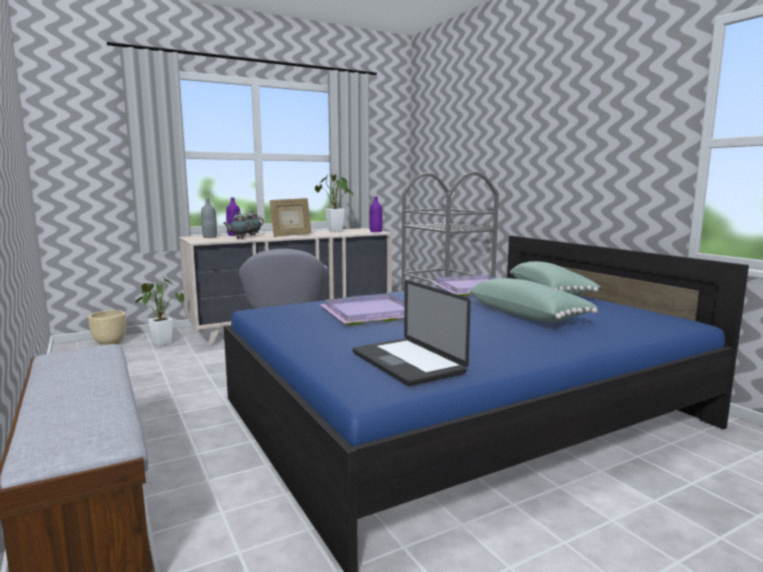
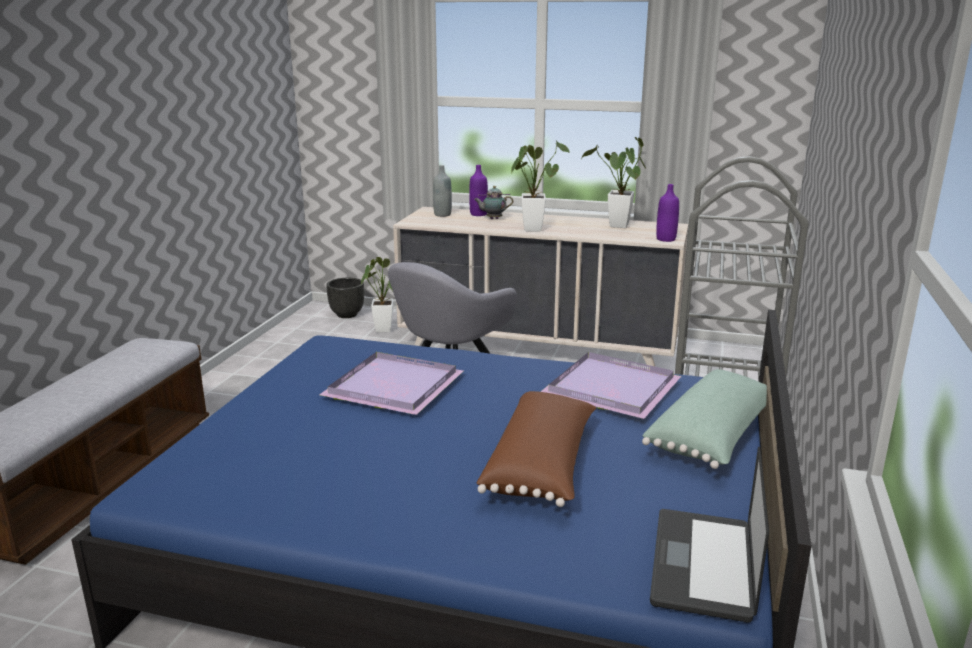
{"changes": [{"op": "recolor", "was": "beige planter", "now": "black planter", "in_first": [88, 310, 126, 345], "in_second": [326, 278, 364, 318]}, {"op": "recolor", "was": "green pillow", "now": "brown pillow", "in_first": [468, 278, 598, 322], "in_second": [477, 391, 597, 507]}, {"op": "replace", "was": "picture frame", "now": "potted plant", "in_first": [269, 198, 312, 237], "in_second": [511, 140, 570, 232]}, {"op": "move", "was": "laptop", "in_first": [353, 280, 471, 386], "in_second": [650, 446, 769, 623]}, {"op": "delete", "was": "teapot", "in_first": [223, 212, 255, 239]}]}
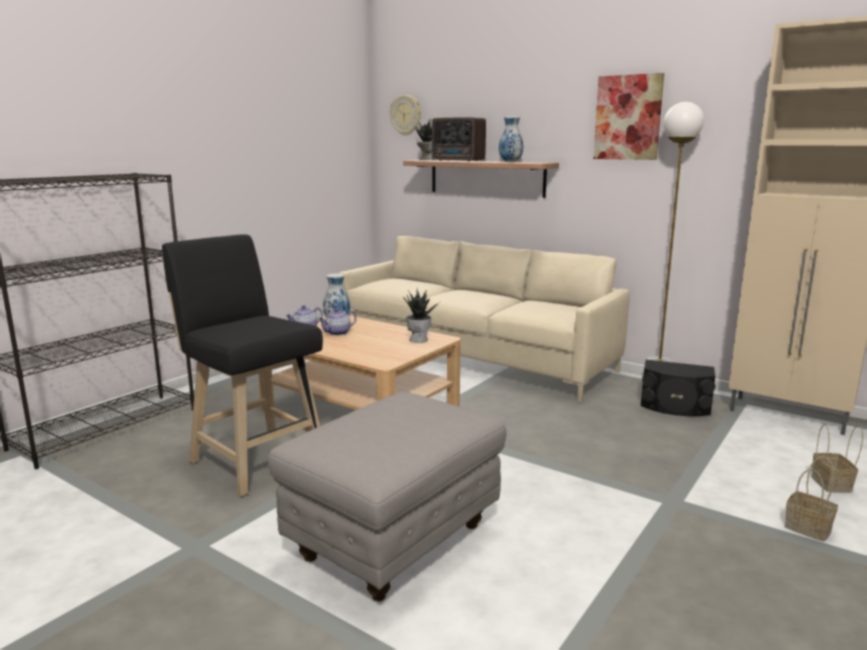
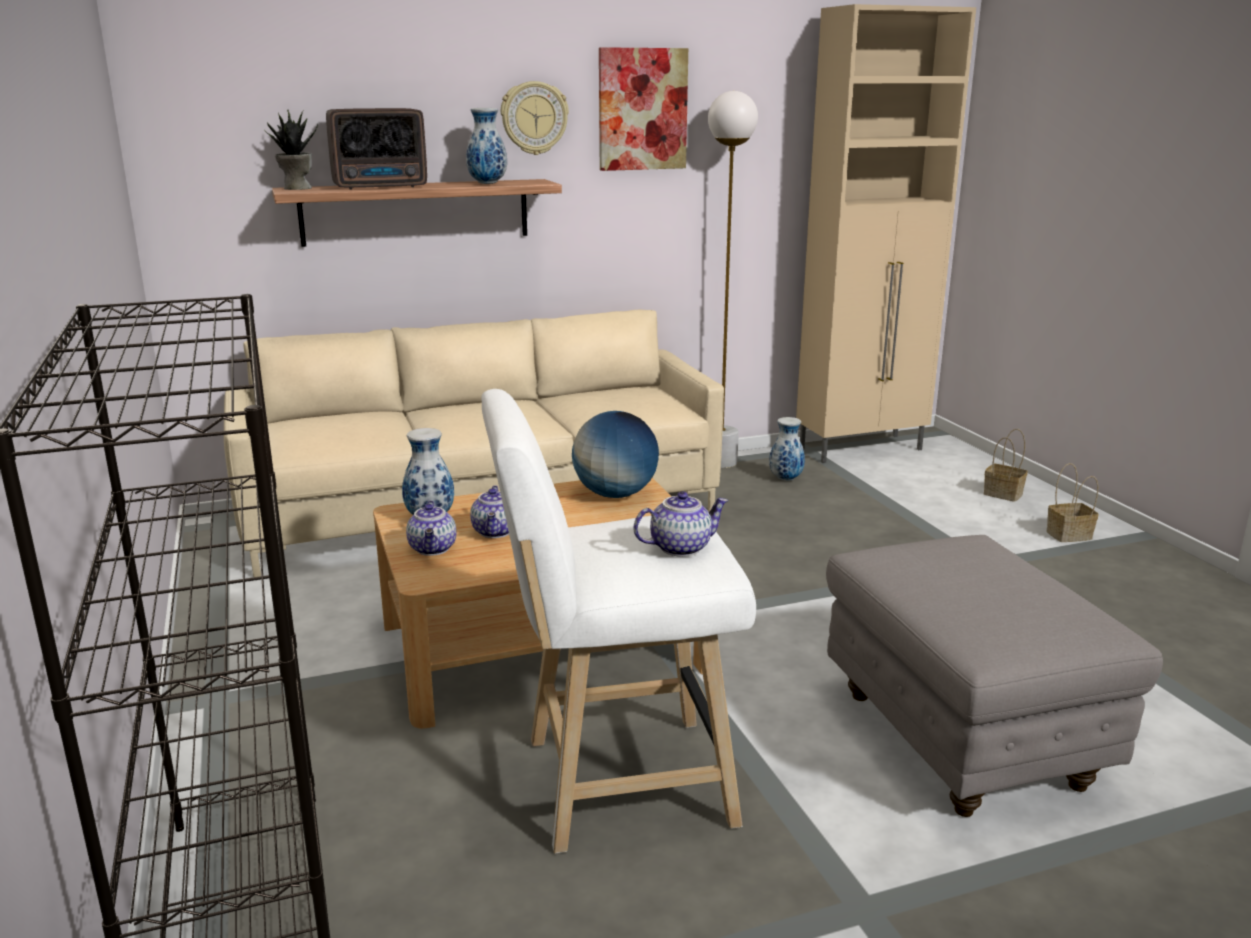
{"changes": [{"op": "recolor", "was": "black stool", "now": "white stool", "in_first": [162, 234, 323, 497], "in_second": [481, 389, 756, 854]}, {"op": "move", "was": "wall clock", "in_first": [390, 95, 421, 135], "in_second": [501, 81, 569, 155]}, {"op": "replace", "was": "potted plant", "now": "globe", "in_first": [403, 289, 440, 343], "in_second": [572, 411, 659, 498]}, {"op": "insert", "now": "teapot", "in_second": [634, 492, 729, 557]}, {"op": "replace", "was": "black speaker", "now": "vase", "in_first": [641, 360, 715, 416], "in_second": [769, 417, 805, 481]}]}
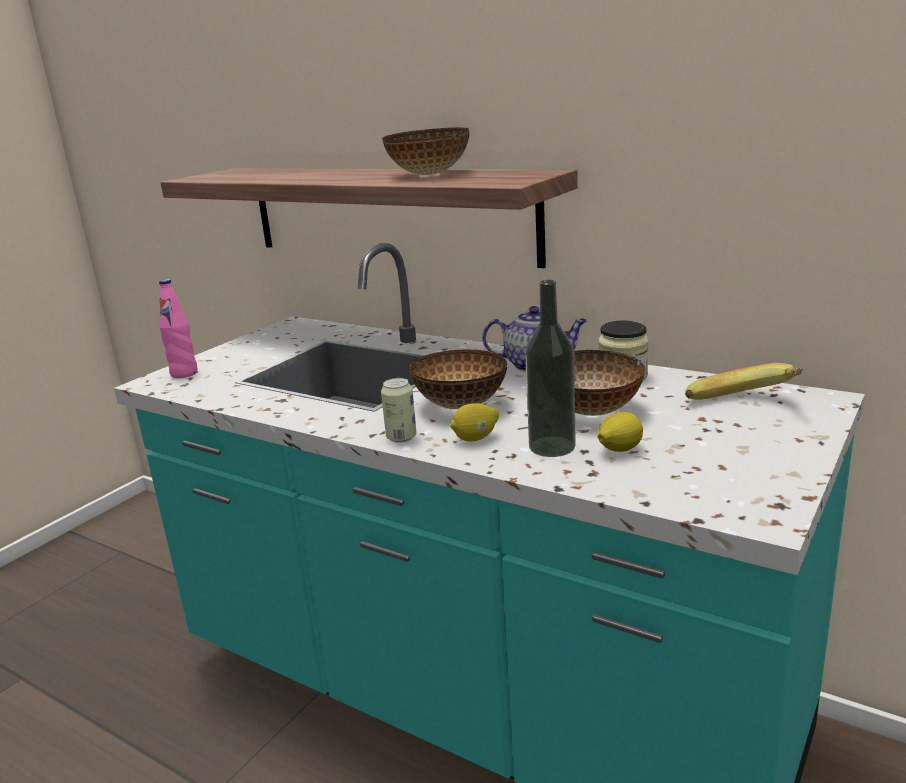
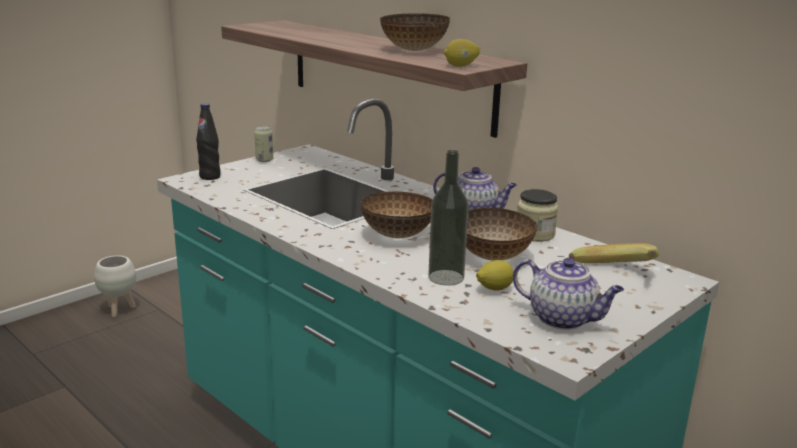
{"changes": [{"op": "insert", "now": "white planter", "in_second": [94, 255, 136, 317]}, {"op": "recolor", "was": "pink bottle", "now": "black bottle", "in_first": [159, 279, 197, 378], "in_second": [196, 103, 220, 180]}, {"op": "move", "was": "can", "in_first": [381, 378, 417, 442], "in_second": [254, 126, 273, 162]}, {"op": "move", "was": "lemon", "in_first": [450, 403, 499, 441], "in_second": [444, 39, 480, 67]}, {"op": "insert", "now": "teapot", "in_second": [513, 258, 624, 330]}]}
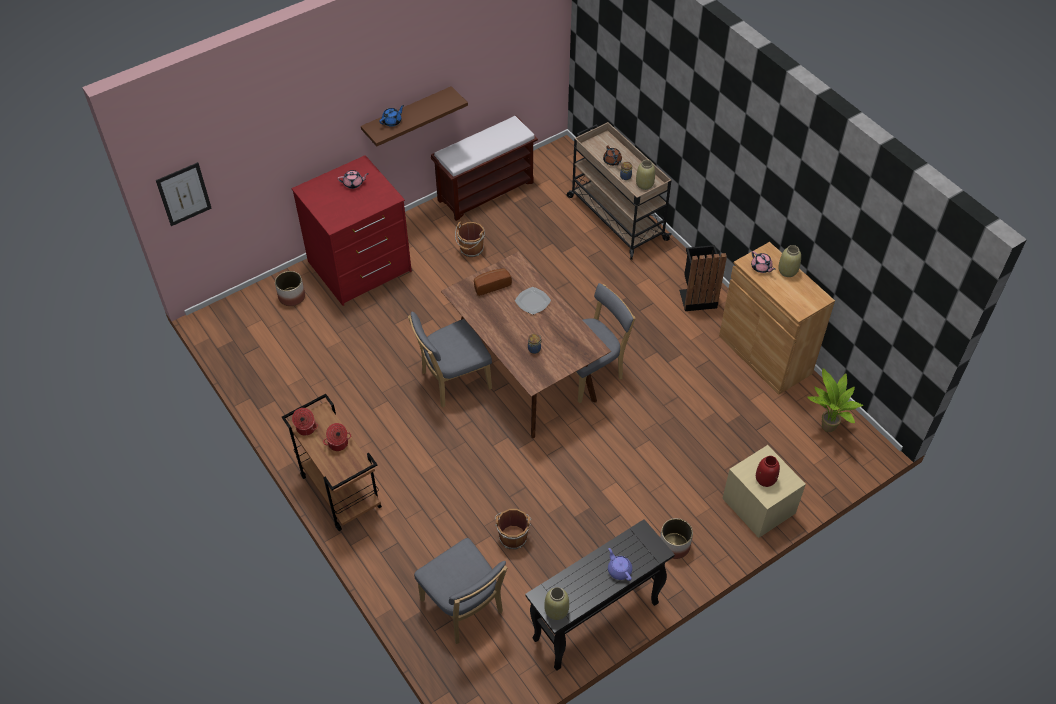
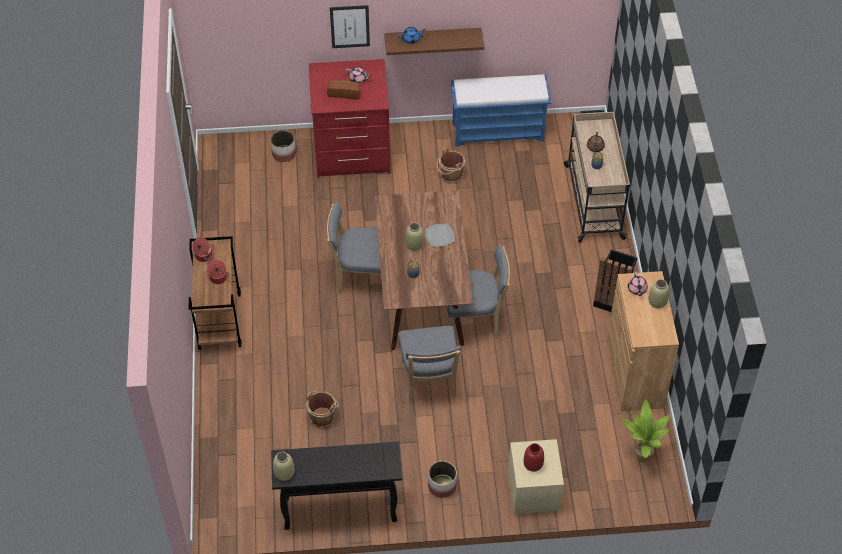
{"changes": [{"op": "move", "was": "bread", "in_first": [474, 269, 512, 296], "in_second": [327, 80, 360, 99]}, {"op": "move", "was": "picture", "in_first": [156, 162, 212, 226], "in_second": [330, 5, 370, 48]}, {"op": "move", "was": "grey chair", "in_first": [414, 538, 508, 644], "in_second": [399, 326, 461, 402]}, {"op": "move", "was": "beige vase", "in_first": [636, 160, 655, 190], "in_second": [405, 222, 424, 251]}, {"op": "recolor", "was": "brown bench", "now": "blue bench", "in_first": [431, 116, 538, 221], "in_second": [451, 74, 551, 147]}, {"op": "delete", "was": "purple teapot", "in_first": [608, 548, 632, 581]}]}
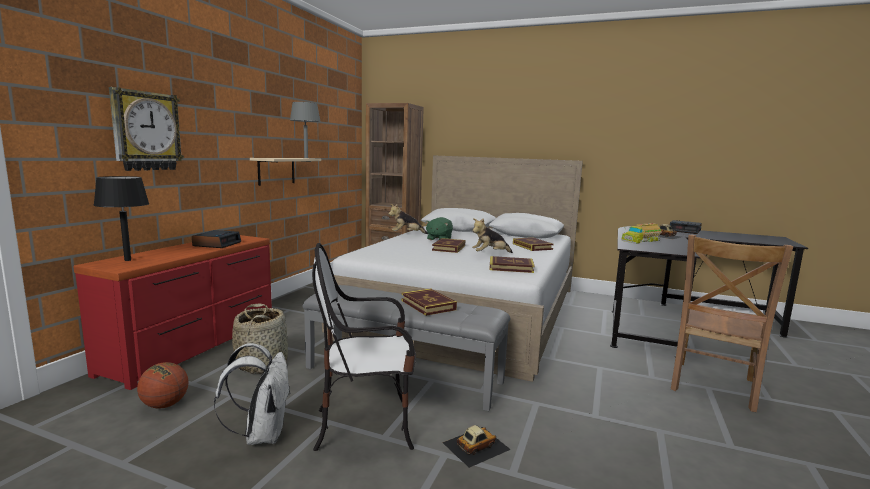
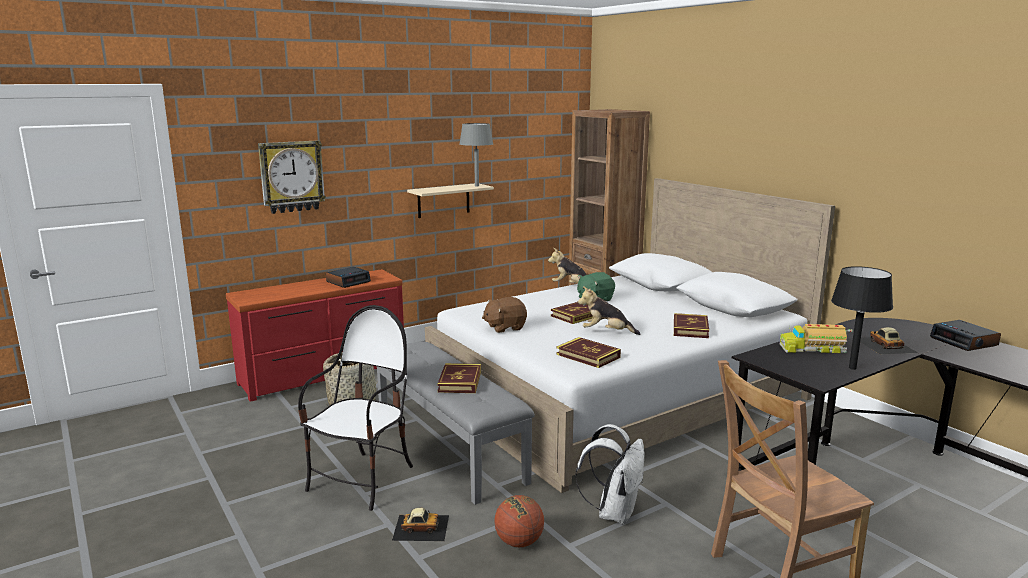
{"changes": [{"op": "rotate", "was": "chair", "in_first": [312, 243, 416, 451], "in_second": [298, 305, 413, 511], "clockwise": 90}, {"op": "insert", "now": "brown plush toy", "in_second": [482, 297, 527, 333]}, {"op": "move", "was": "basketball", "in_first": [137, 362, 188, 408], "in_second": [494, 495, 544, 547]}, {"op": "move", "was": "white backpack", "in_first": [214, 343, 291, 445], "in_second": [575, 424, 645, 525]}, {"op": "move", "was": "black table lamp", "in_first": [93, 176, 149, 261], "in_second": [831, 266, 893, 370]}]}
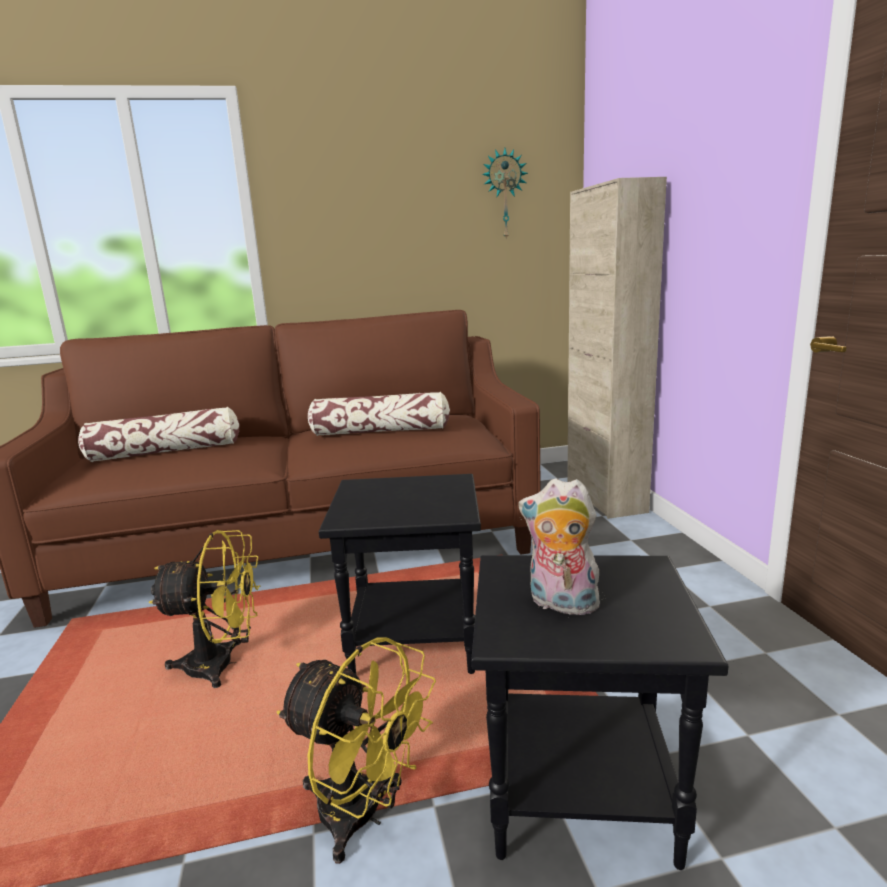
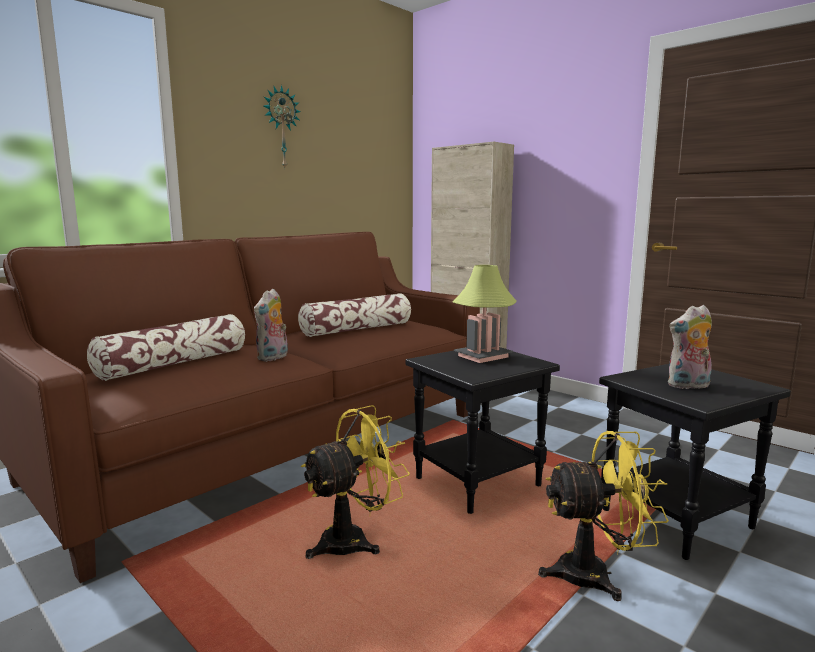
{"changes": [{"op": "insert", "now": "plush toy", "in_second": [254, 289, 288, 362]}, {"op": "move", "was": "wall clock", "in_first": [482, 148, 528, 241], "in_second": [264, 85, 300, 168]}, {"op": "insert", "now": "table lamp", "in_second": [453, 265, 517, 363]}]}
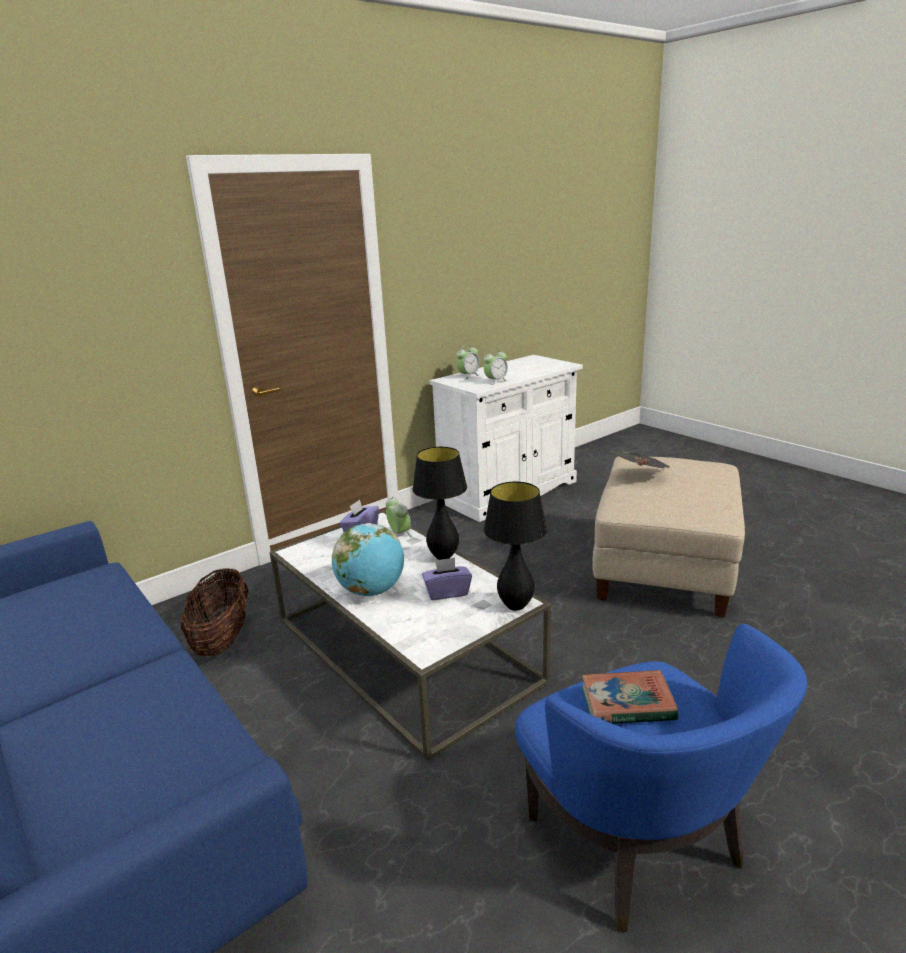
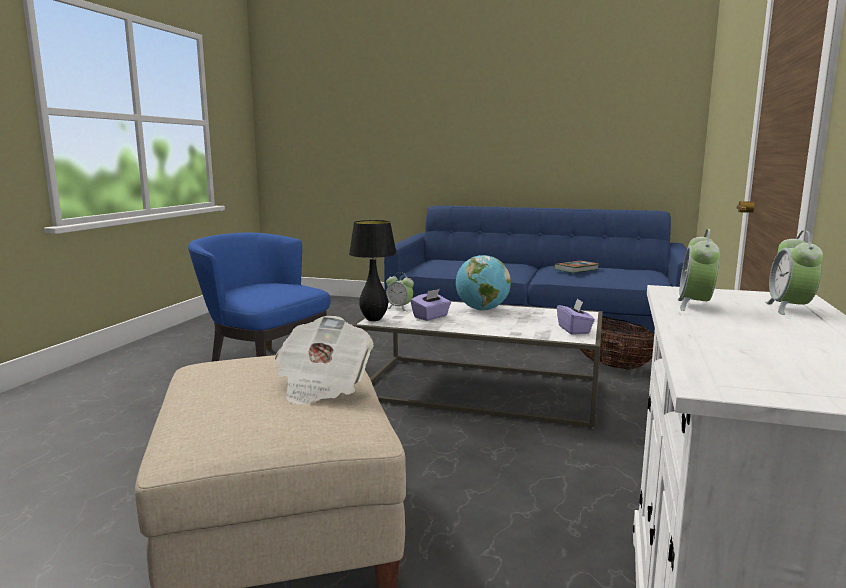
{"changes": [{"op": "move", "was": "alarm clock", "in_first": [386, 496, 413, 538], "in_second": [386, 272, 414, 311]}, {"op": "move", "was": "book", "in_first": [581, 670, 678, 724], "in_second": [554, 261, 599, 273]}, {"op": "delete", "was": "black table lamp", "in_first": [412, 447, 467, 560]}]}
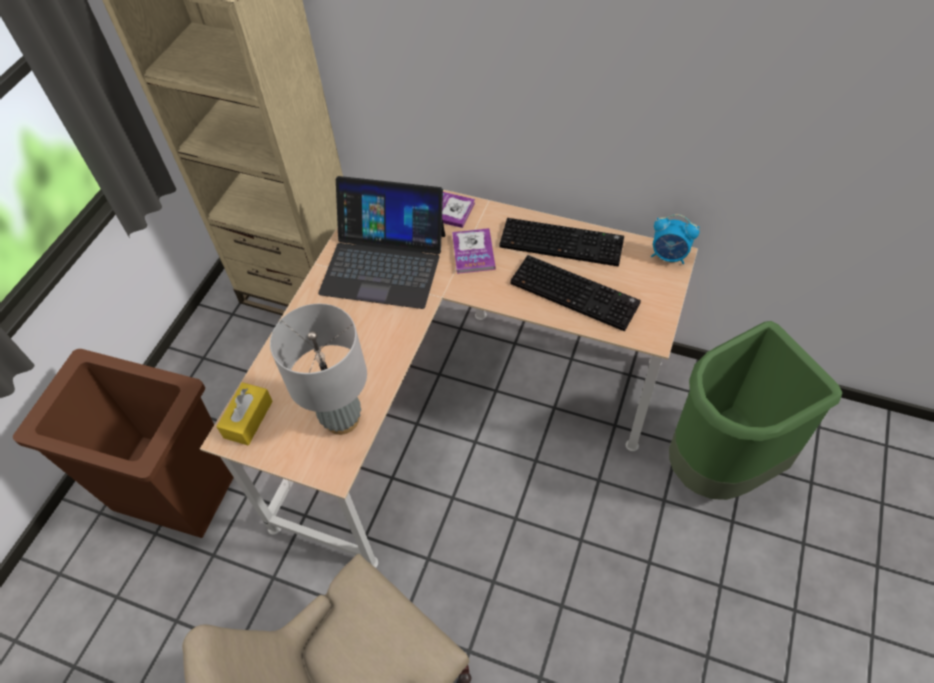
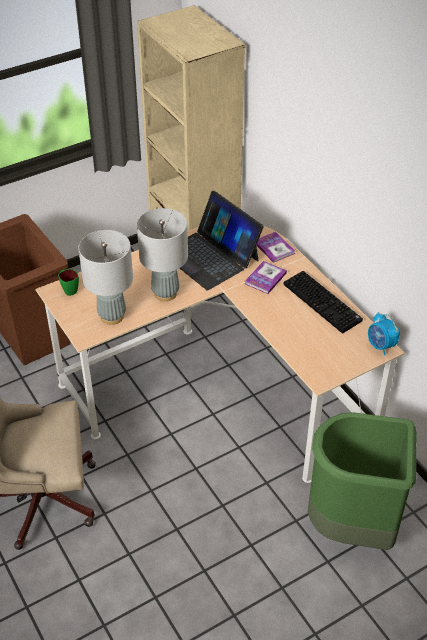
{"changes": [{"op": "replace", "was": "yellow tissue box", "now": "green mug", "in_first": [216, 382, 273, 445], "in_second": [58, 269, 79, 296]}, {"op": "insert", "now": "grey table lamp", "in_second": [137, 208, 188, 302]}, {"op": "delete", "was": "keyboard", "in_first": [510, 255, 641, 331]}]}
